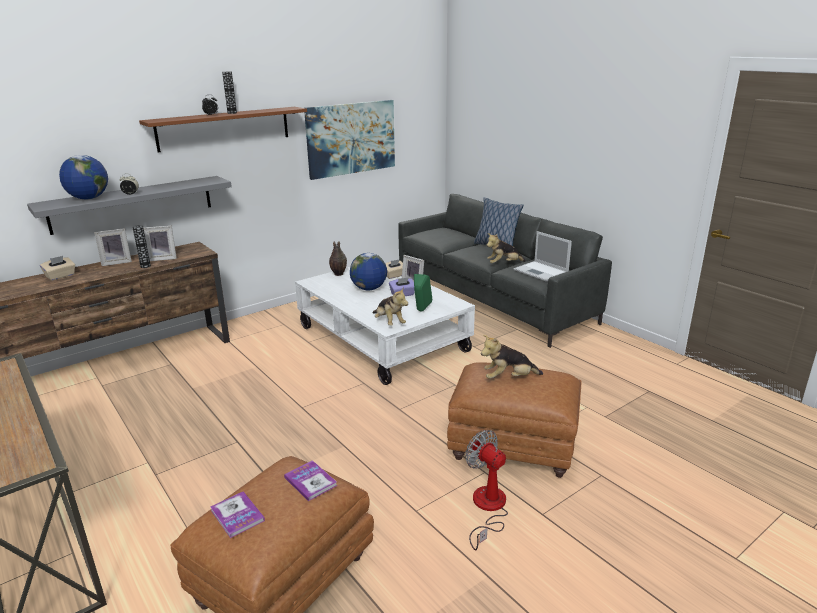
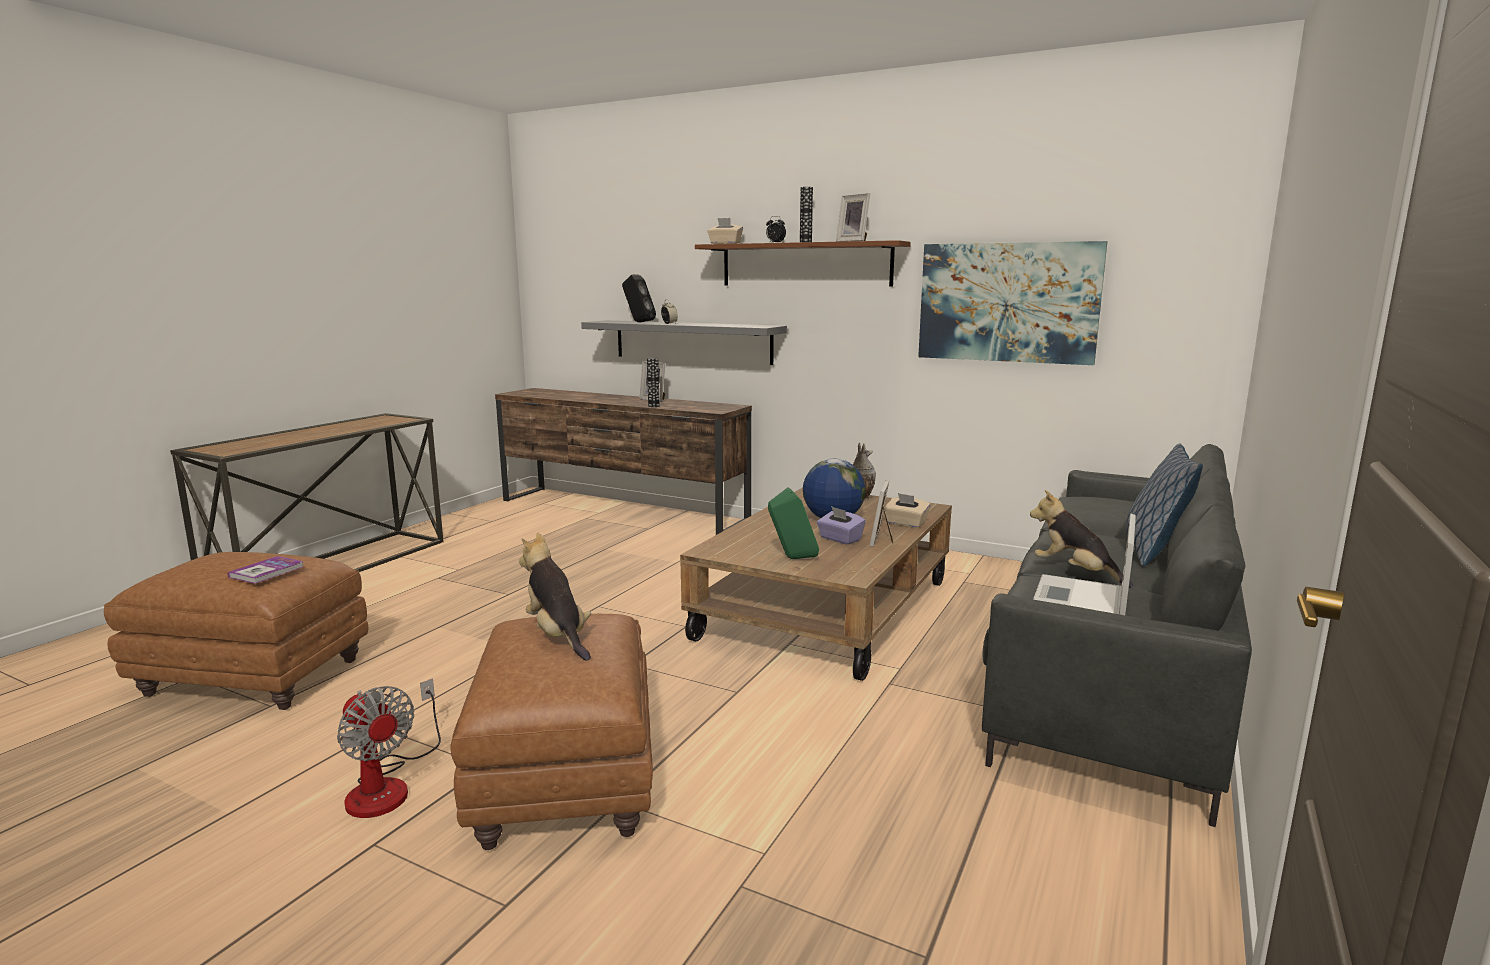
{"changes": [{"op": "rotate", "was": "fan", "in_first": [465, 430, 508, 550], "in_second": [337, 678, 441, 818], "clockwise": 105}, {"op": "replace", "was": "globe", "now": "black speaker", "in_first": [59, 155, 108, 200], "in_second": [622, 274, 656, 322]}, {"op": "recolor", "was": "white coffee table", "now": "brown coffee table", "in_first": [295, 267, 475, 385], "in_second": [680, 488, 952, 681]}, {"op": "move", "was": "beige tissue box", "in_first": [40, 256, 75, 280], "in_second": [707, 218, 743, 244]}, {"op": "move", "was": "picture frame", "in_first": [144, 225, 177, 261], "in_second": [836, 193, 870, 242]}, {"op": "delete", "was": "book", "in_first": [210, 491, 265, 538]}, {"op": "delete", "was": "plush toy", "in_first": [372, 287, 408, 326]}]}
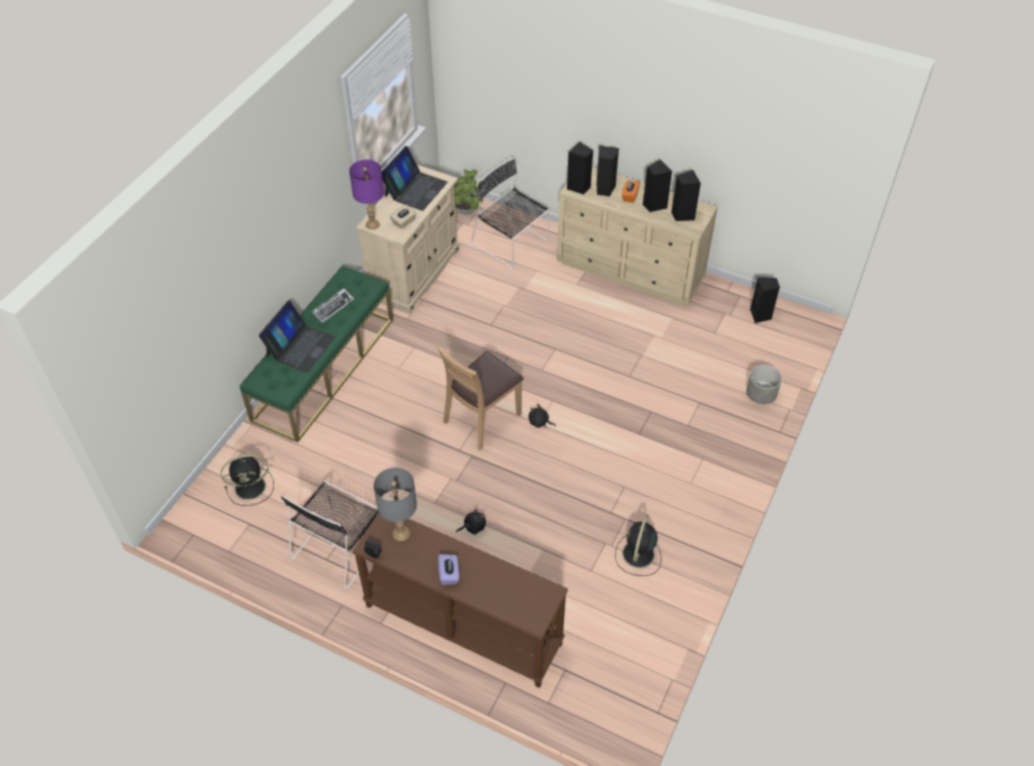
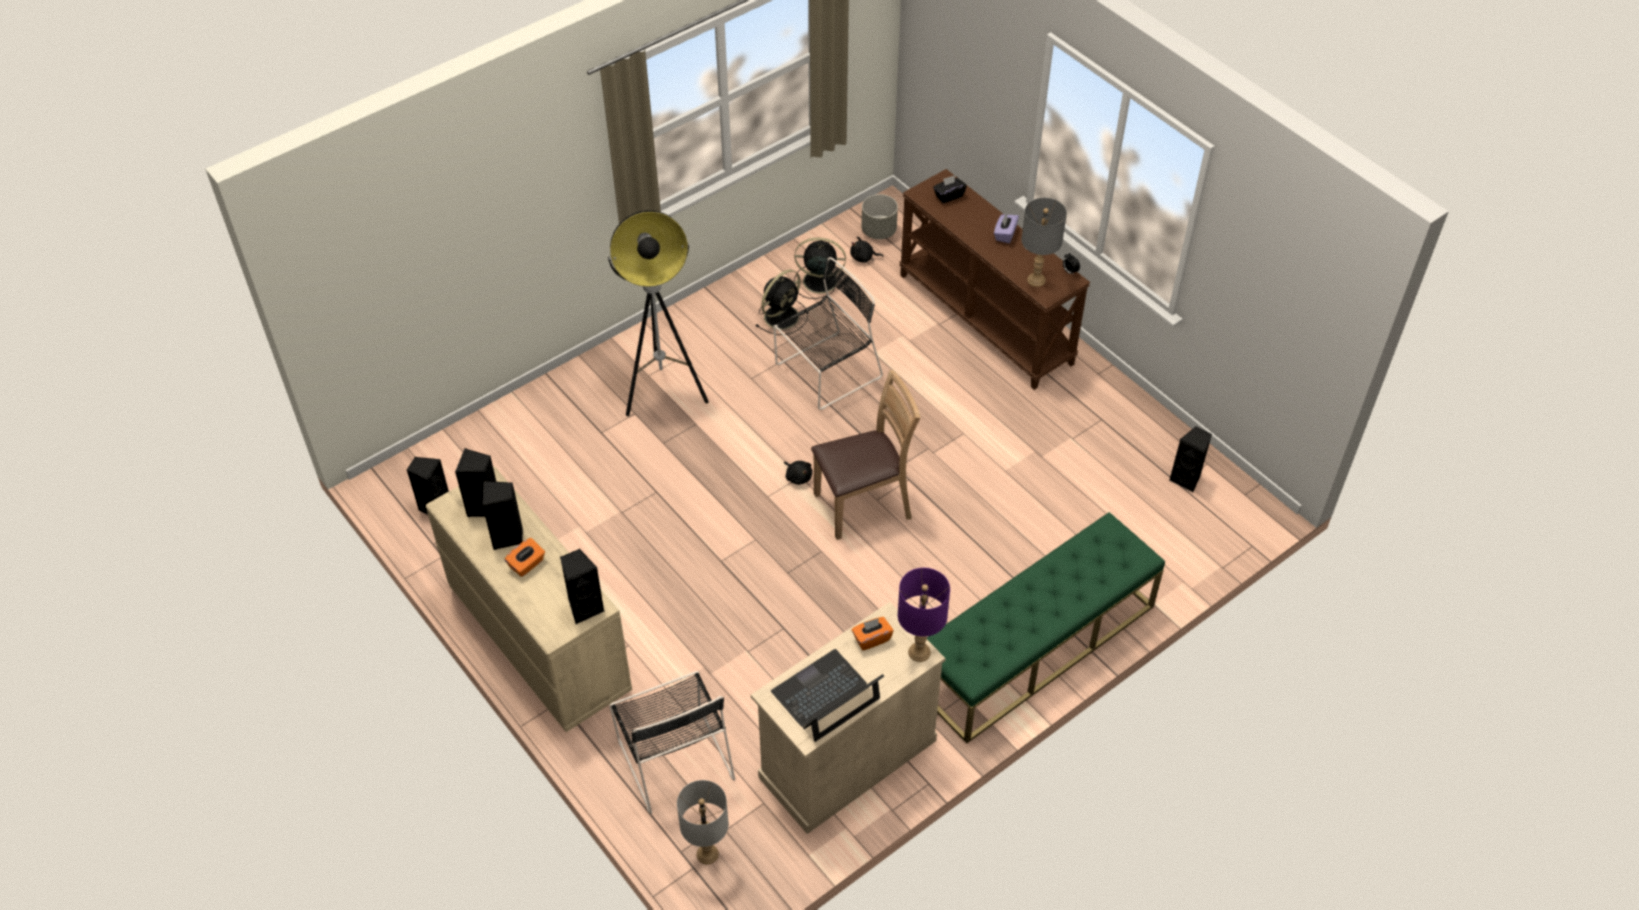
{"changes": [{"op": "insert", "now": "floor lamp", "in_second": [608, 210, 709, 416]}, {"op": "replace", "was": "potted plant", "now": "grey table lamp", "in_first": [454, 169, 483, 214], "in_second": [677, 780, 729, 864]}, {"op": "move", "was": "black chair", "in_first": [281, 481, 379, 590], "in_second": [773, 257, 883, 410]}, {"op": "move", "was": "black fan", "in_first": [221, 454, 274, 506], "in_second": [794, 238, 846, 299]}, {"op": "move", "was": "black plush toy", "in_first": [456, 509, 486, 534], "in_second": [850, 236, 883, 263]}, {"op": "recolor", "was": "beige tissue box", "now": "orange tissue box", "in_first": [390, 204, 416, 229], "in_second": [852, 617, 893, 651]}, {"op": "move", "was": "grey planter", "in_first": [746, 365, 782, 404], "in_second": [861, 194, 898, 239]}, {"op": "insert", "now": "black tissue box", "in_second": [933, 175, 967, 203]}, {"op": "move", "was": "black speaker", "in_first": [596, 146, 619, 197], "in_second": [1169, 426, 1212, 492]}, {"op": "delete", "was": "laptop", "in_first": [259, 300, 335, 373]}, {"op": "delete", "was": "keyboard", "in_first": [312, 288, 354, 323]}]}
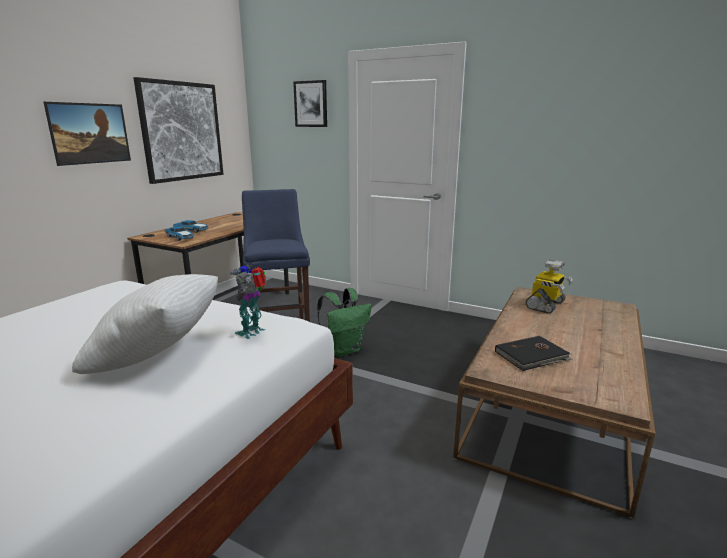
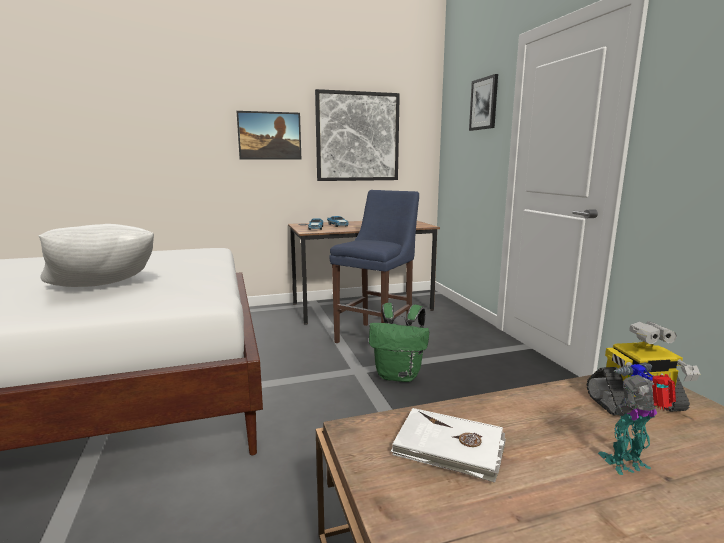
{"changes": [{"op": "recolor", "was": "black book", "now": "white book", "in_first": [495, 336, 572, 371], "in_second": [390, 408, 506, 483]}, {"op": "move", "was": "toy robot", "in_first": [230, 264, 266, 339], "in_second": [598, 362, 676, 475]}]}
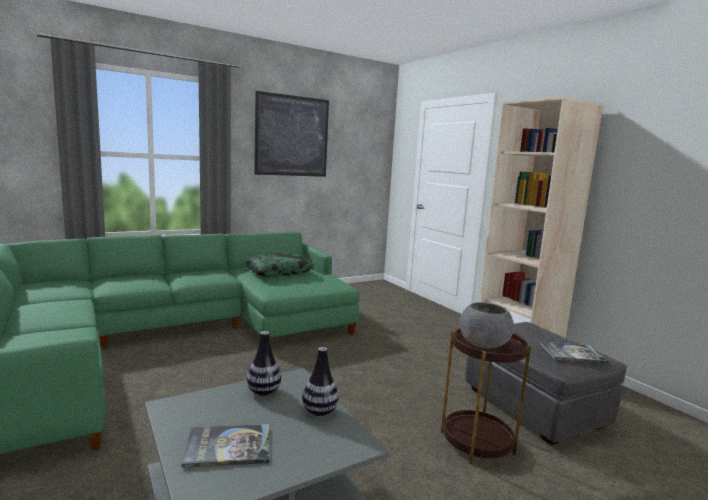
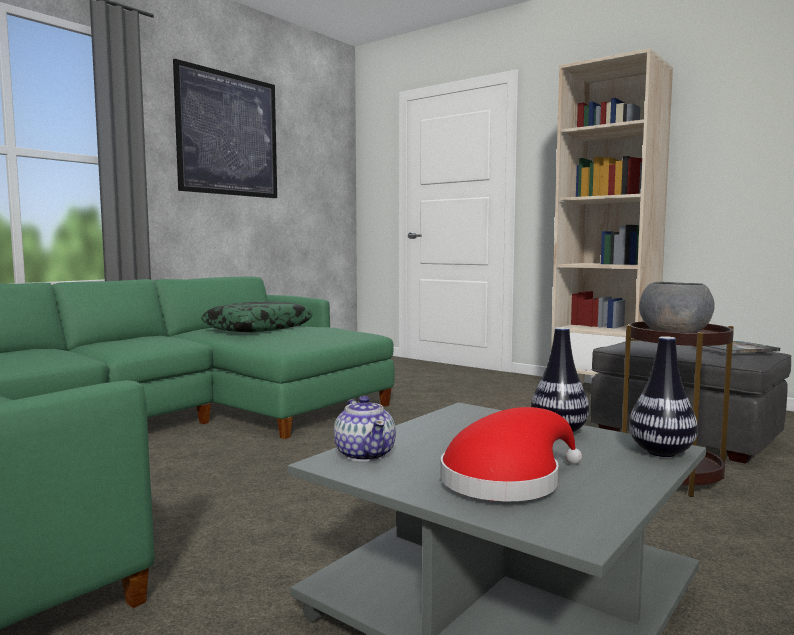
{"changes": [{"op": "insert", "now": "teapot", "in_second": [334, 396, 396, 462]}, {"op": "replace", "was": "book", "now": "red hat", "in_first": [181, 424, 269, 468], "in_second": [440, 407, 582, 501]}, {"op": "move", "was": "vase", "in_first": [246, 331, 281, 396], "in_second": [629, 336, 698, 457]}]}
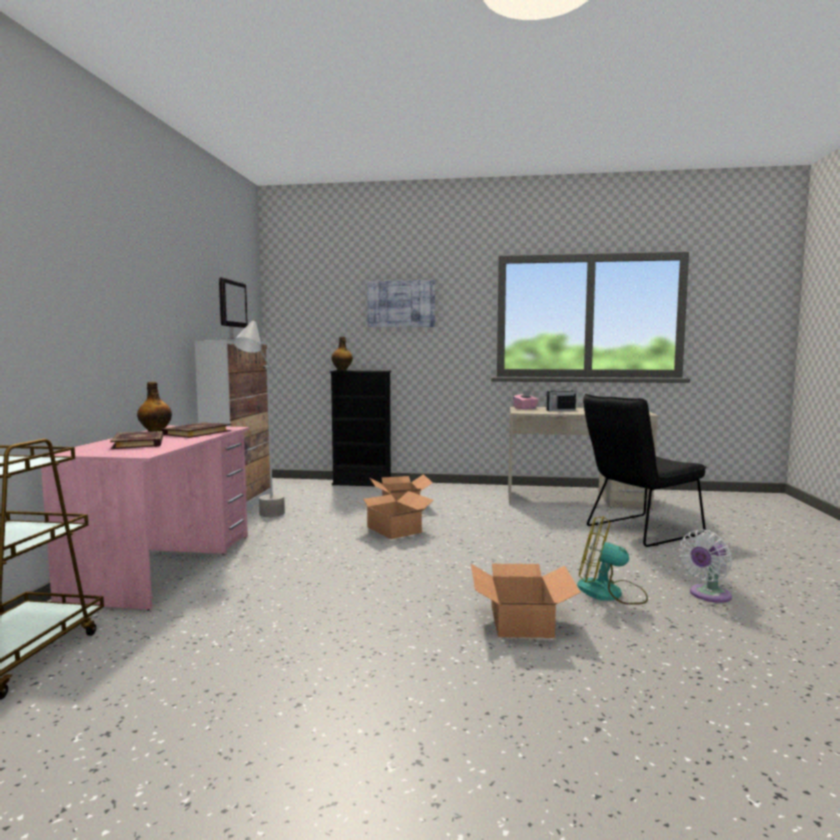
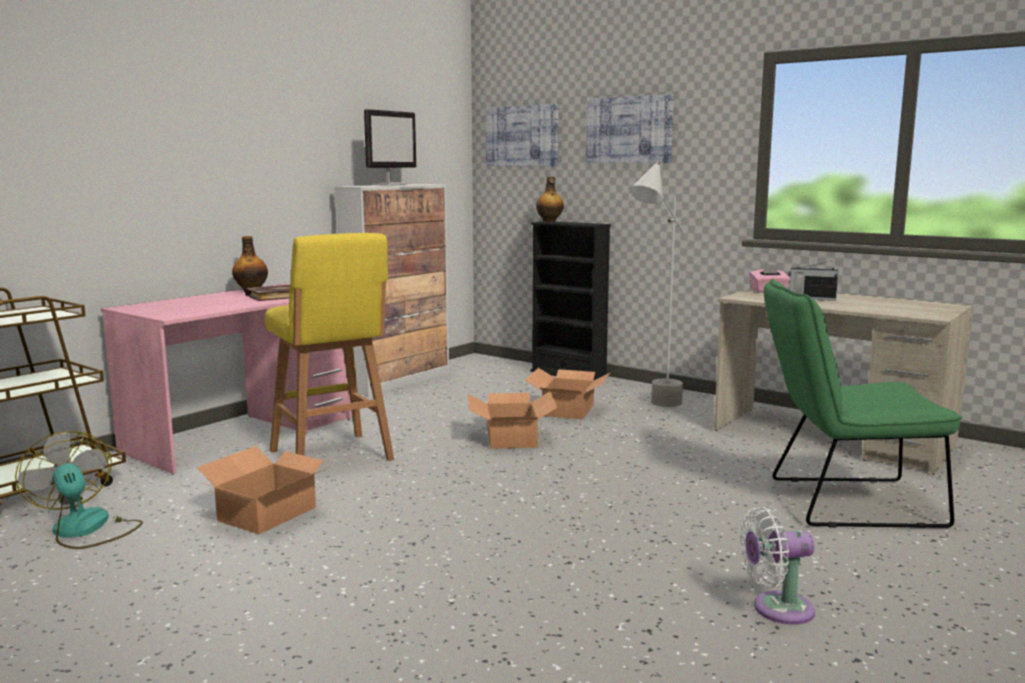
{"changes": [{"op": "move", "was": "fan", "in_first": [577, 516, 648, 605], "in_second": [15, 431, 143, 549]}, {"op": "move", "was": "cardboard box", "in_first": [471, 564, 581, 638], "in_second": [197, 446, 331, 534]}, {"op": "insert", "now": "yellow stool", "in_second": [265, 233, 394, 461]}, {"op": "insert", "now": "picture", "in_second": [486, 104, 559, 166]}, {"op": "move", "was": "grey floor lamp", "in_first": [233, 318, 285, 517], "in_second": [630, 161, 685, 407]}, {"op": "recolor", "was": "black chair", "now": "green chair", "in_first": [583, 394, 707, 547], "in_second": [764, 279, 962, 528]}, {"op": "delete", "was": "book", "in_first": [110, 431, 164, 449]}]}
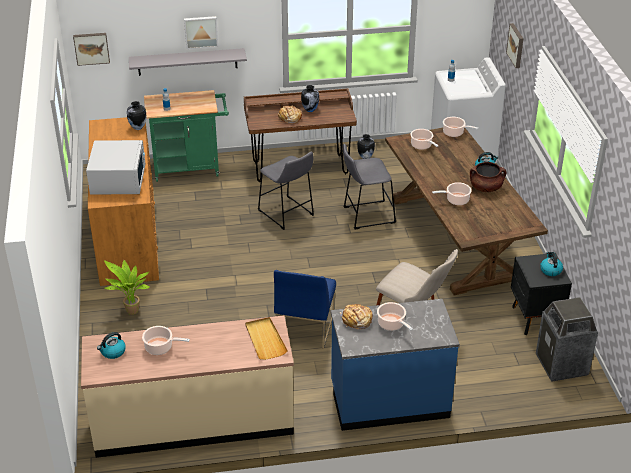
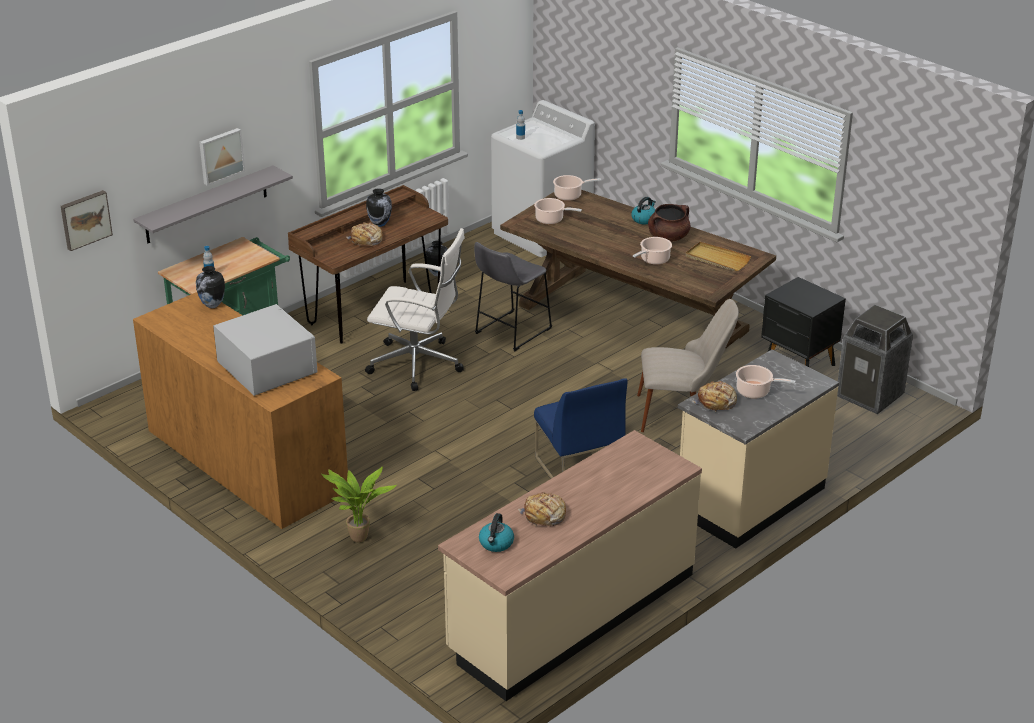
{"changes": [{"op": "replace", "was": "grey stool", "now": "white office chair", "in_first": [258, 151, 314, 230], "in_second": [365, 228, 465, 391]}, {"op": "replace", "was": "cooking pot", "now": "bread", "in_first": [142, 326, 190, 355], "in_second": [518, 492, 566, 526]}, {"op": "recolor", "was": "blue counter", "now": "beige counter", "in_first": [331, 299, 460, 431], "in_second": [678, 349, 839, 548]}, {"op": "move", "was": "beige tray", "in_first": [245, 317, 288, 360], "in_second": [686, 242, 751, 271]}, {"op": "delete", "was": "picture", "in_first": [506, 23, 523, 68]}, {"op": "delete", "was": "kettle", "in_first": [540, 252, 563, 276]}]}
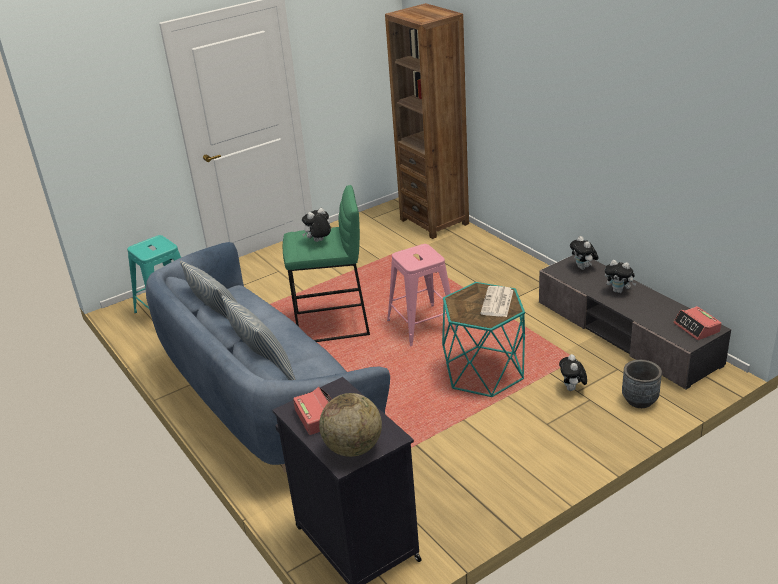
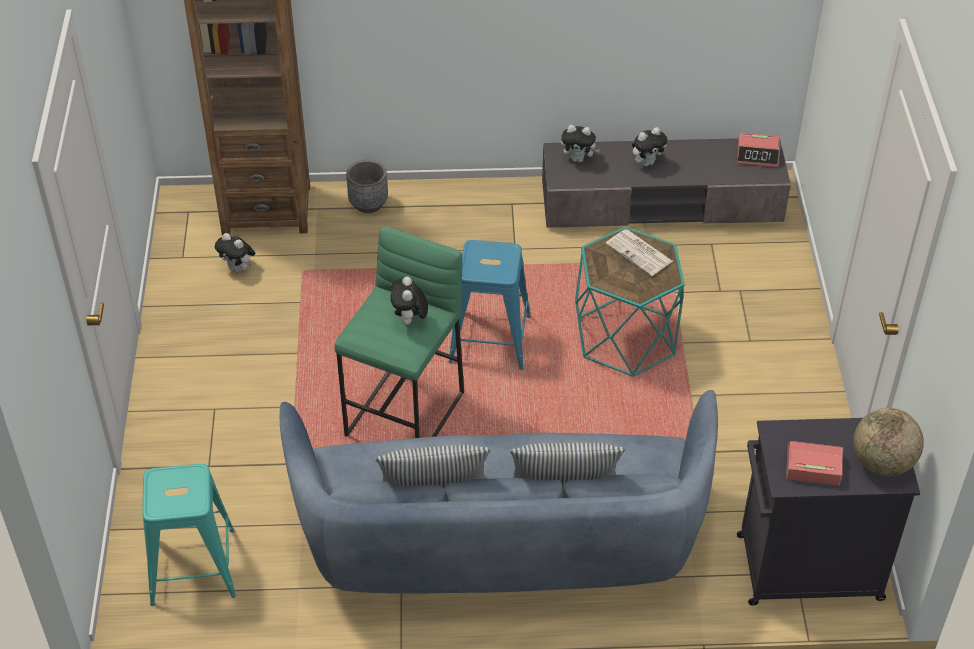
{"changes": [{"op": "move", "was": "plush toy", "in_first": [559, 354, 587, 391], "in_second": [215, 233, 255, 272]}, {"op": "move", "was": "grey planter", "in_first": [622, 360, 662, 408], "in_second": [346, 160, 388, 213]}, {"op": "recolor", "was": "pink stool", "now": "blue stool", "in_first": [387, 244, 458, 346], "in_second": [449, 240, 531, 370]}]}
